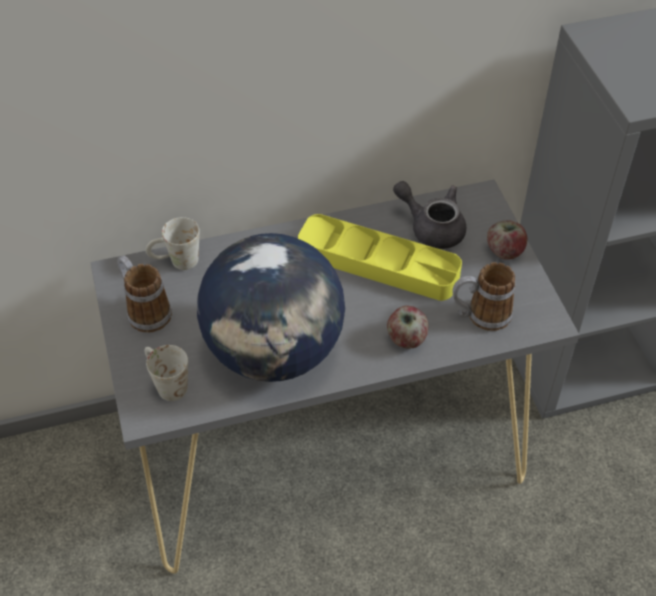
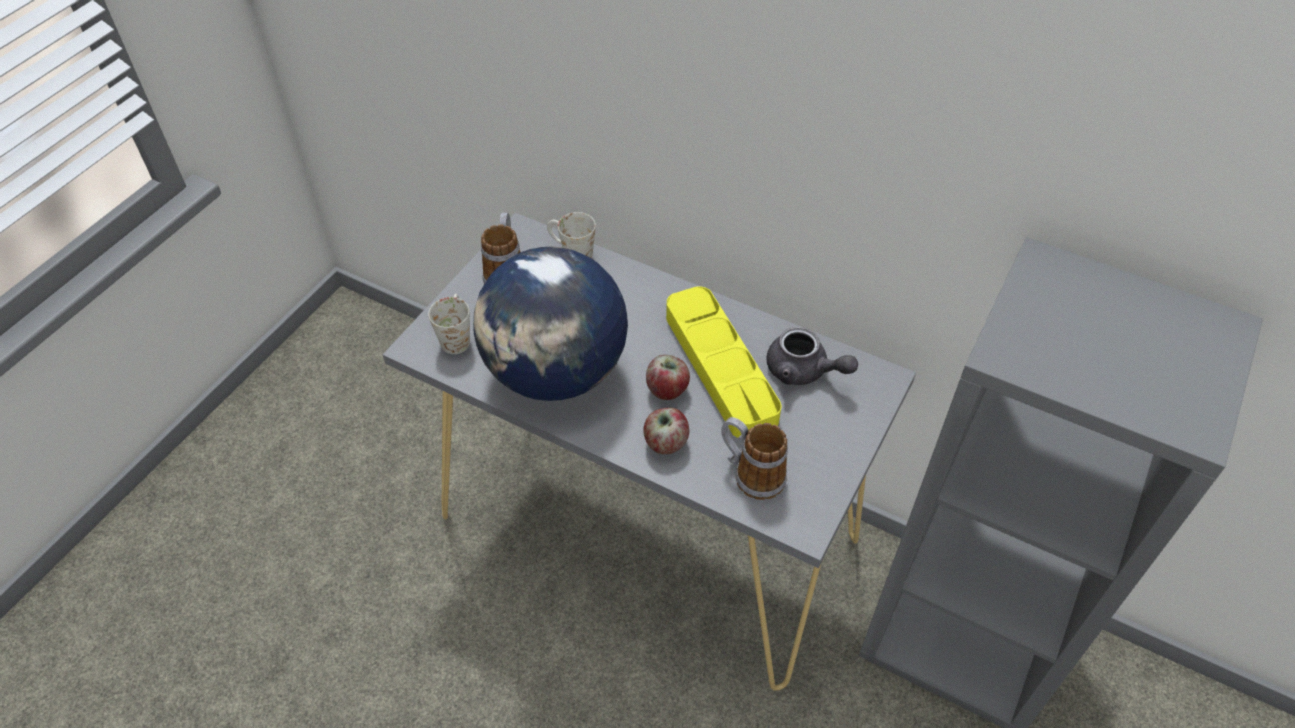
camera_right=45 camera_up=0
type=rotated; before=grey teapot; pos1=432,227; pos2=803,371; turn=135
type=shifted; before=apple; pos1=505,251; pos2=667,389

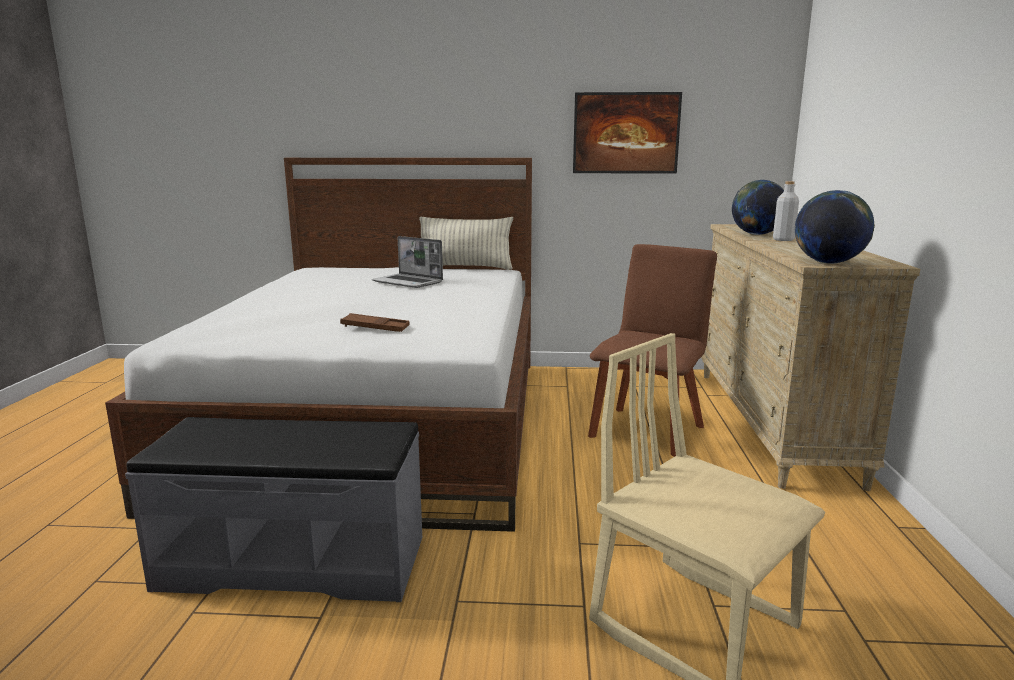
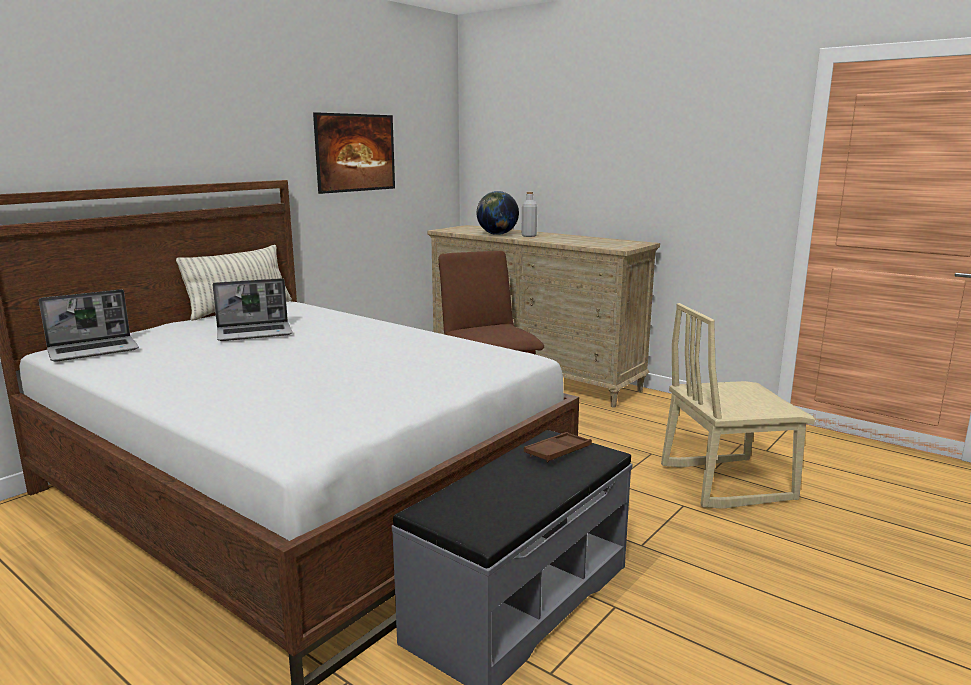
camera_right=-55 camera_up=0
type=shifted; before=brown tray; pos1=375,328; pos2=558,452
type=gone; before=globe; pos1=828,263
type=new; after=laptop; pos2=94,350

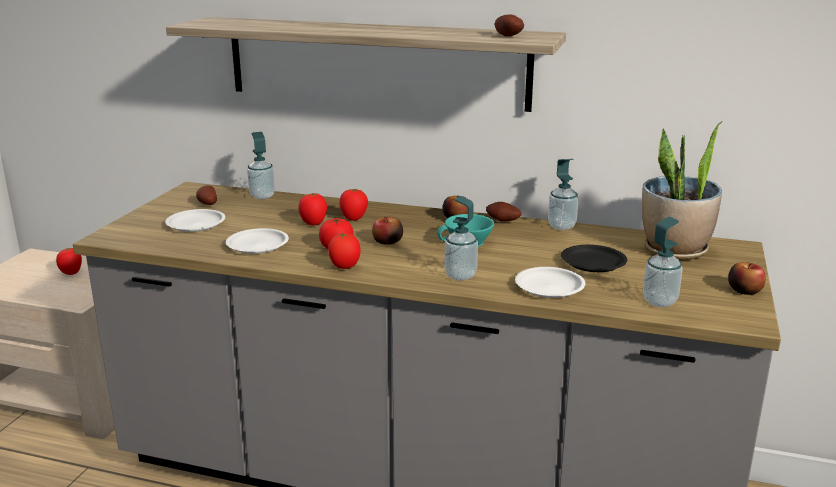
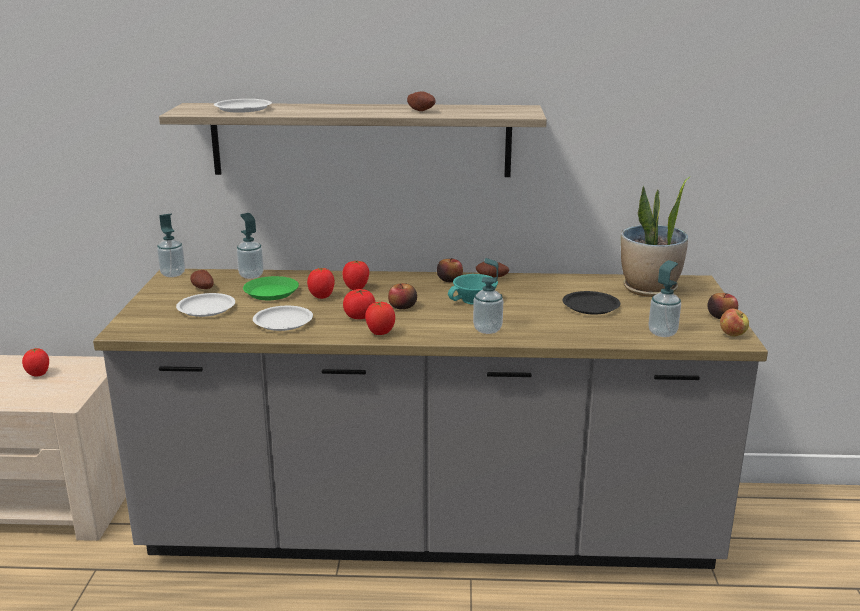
camera_right=-15 camera_up=0
type=shifted; before=potato; pos1=509,36; pos2=421,110
type=shifted; before=white plate; pos1=549,287; pos2=242,109
type=shifted; before=soap dispenser; pos1=561,226; pos2=173,274
type=new; after=green plate; pos2=271,292
type=new; after=apple; pos2=732,335

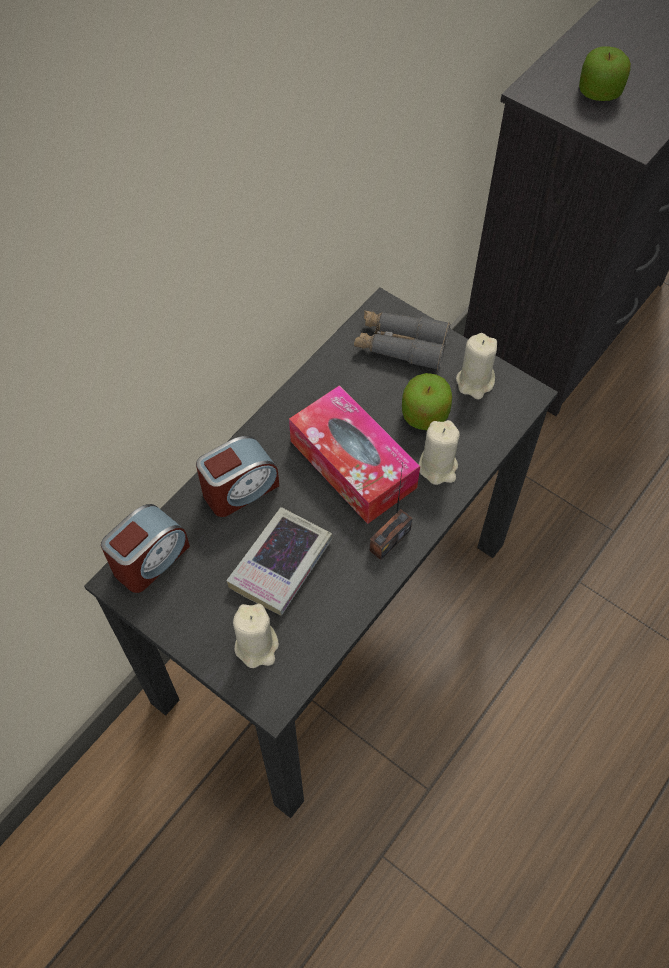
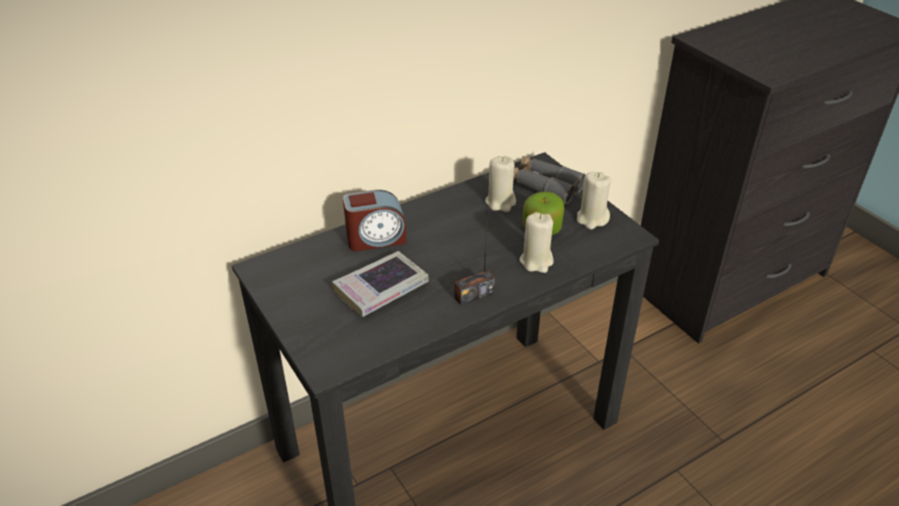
camera_right=20 camera_up=-20
type=gone; before=alarm clock; pos1=150,559
type=shifted; before=beige candle; pos1=257,646; pos2=500,202
type=gone; before=tissue box; pos1=353,464
type=gone; before=apple; pos1=599,92

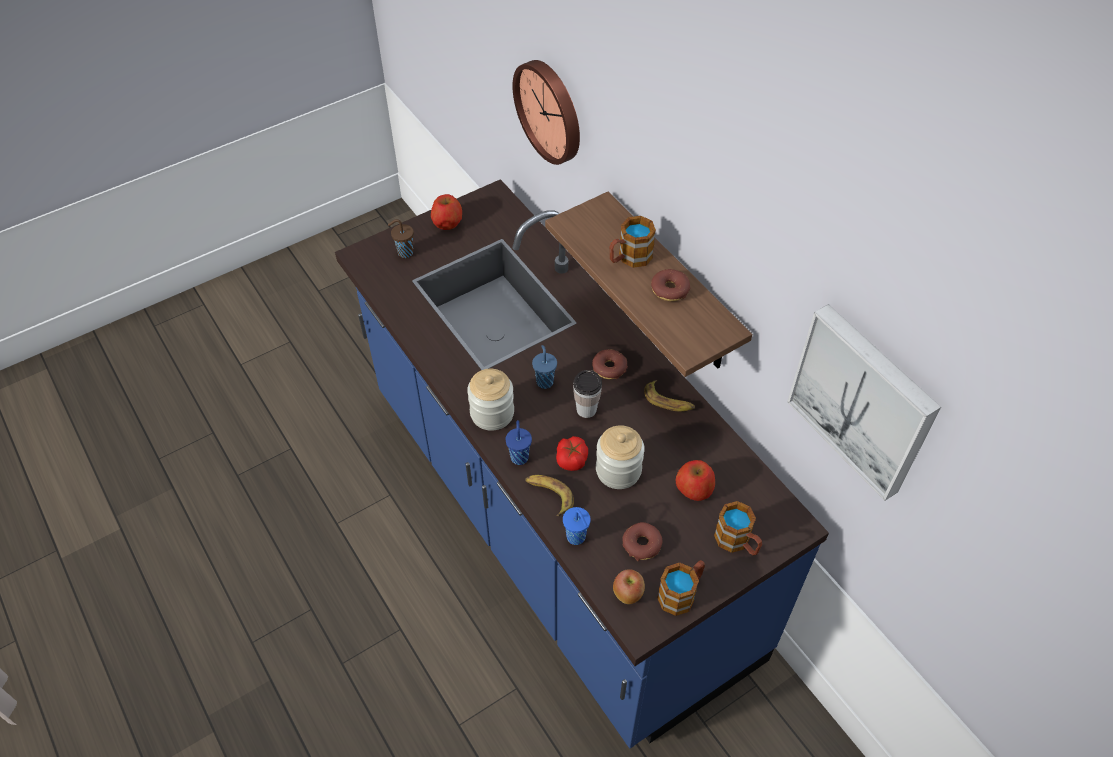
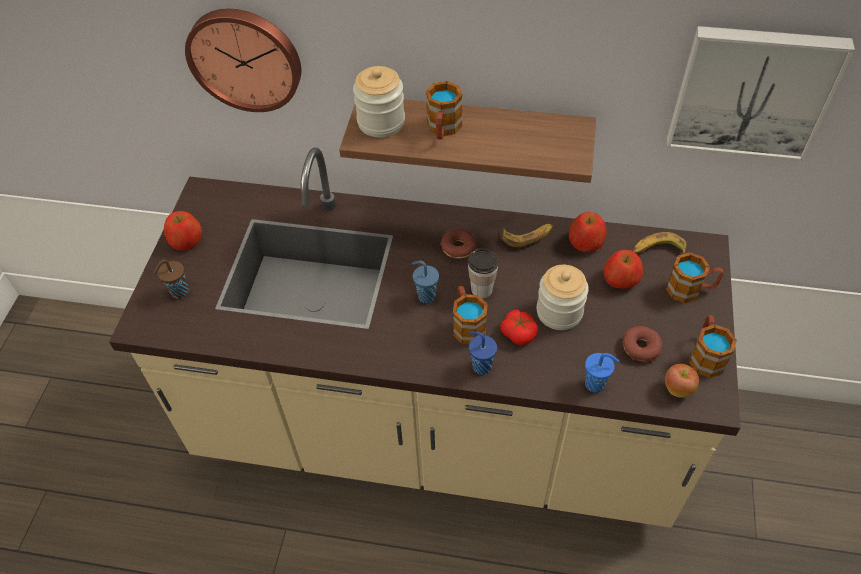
camera_right=-45 camera_up=0
type=repainted; before=blue counter; after=beige counter; pos1=556,524; pos2=436,431
type=shifted; before=jar; pos1=492,413; pos2=381,122
type=shifted; before=banana; pos1=549,495; pos2=658,250
type=gone; before=donut; pos1=669,290
type=new; after=mug; pos2=467,324
type=new; after=apple; pos2=586,242

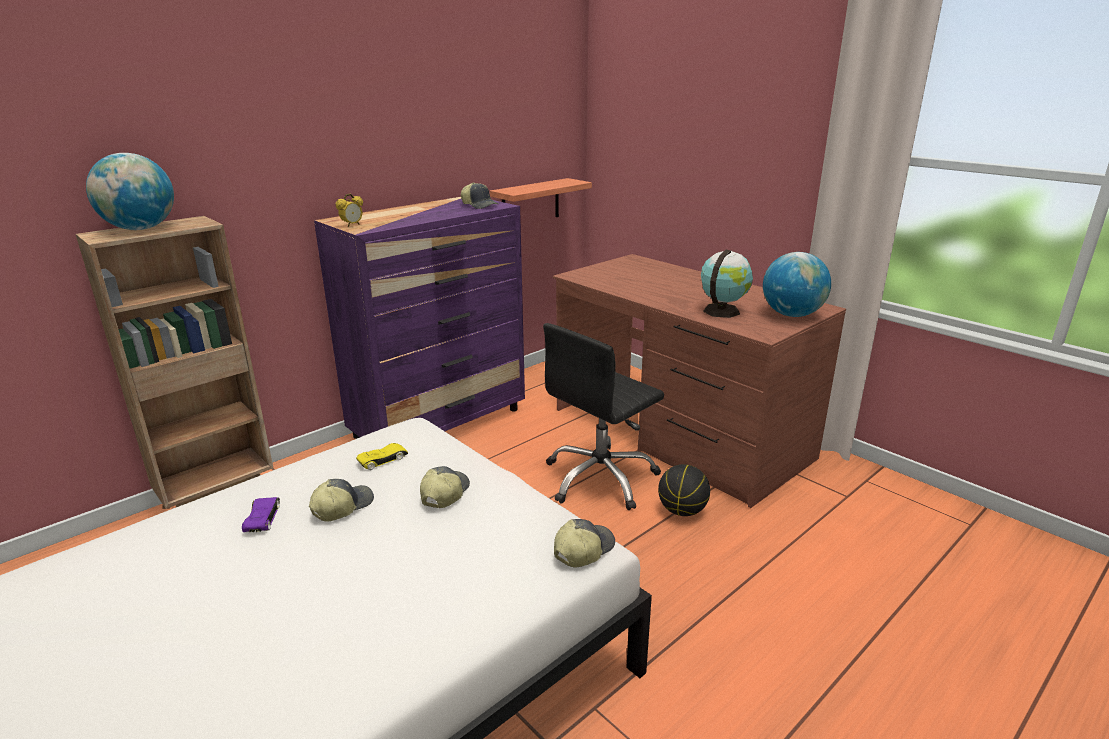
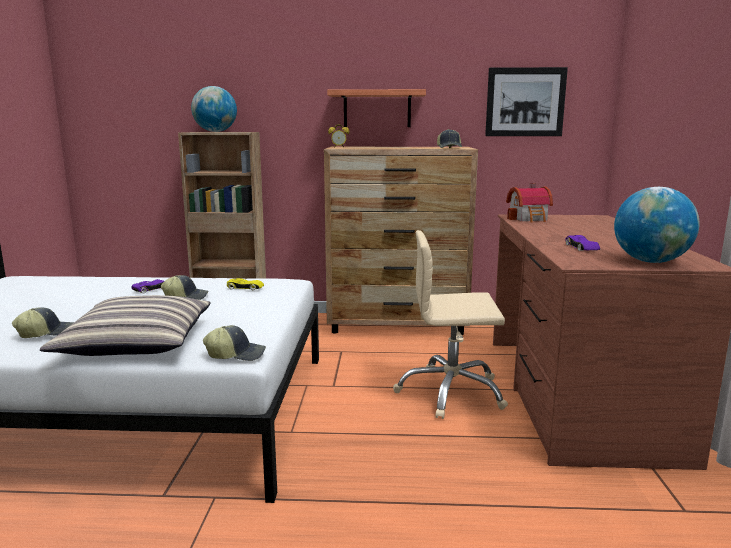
camera_right=45 camera_up=-10
type=repainted; before=purple dresser; after=brown dresser; pos1=440,423; pos2=398,325
type=shifted; before=cap; pos1=444,493; pos2=47,333
type=shifted; before=shelf; pos1=530,203; pos2=377,109
type=repainted; before=black office chair; after=beige office chair; pos1=600,478; pos2=451,392
type=gone; before=basketball; pos1=682,511
type=swapped; before=globe; after=purple toy car; pos1=722,310; pos2=582,248
type=new; after=pillow; pos2=136,342
type=new; after=picture; pos2=525,102
type=new; after=toy house; pos2=530,219

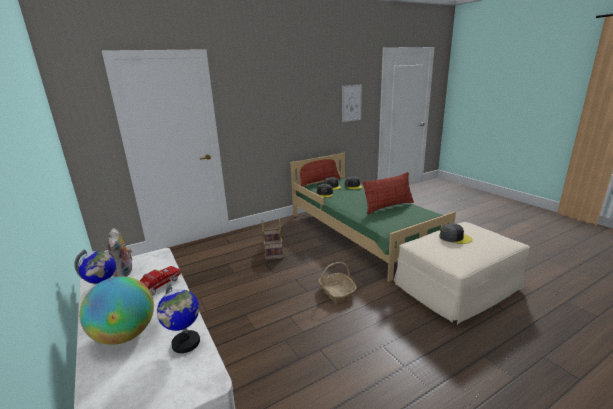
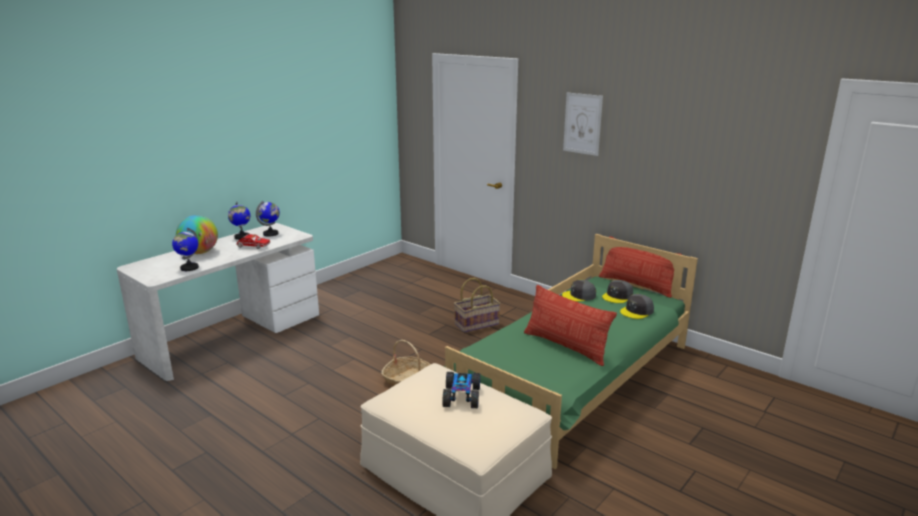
camera_right=70 camera_up=0
type=swapped; before=plush toy; after=globe; pos1=125,273; pos2=271,234
type=shifted; before=picture; pos1=351,103; pos2=582,124
type=swapped; before=grey cap; after=toy car; pos1=454,237; pos2=462,396

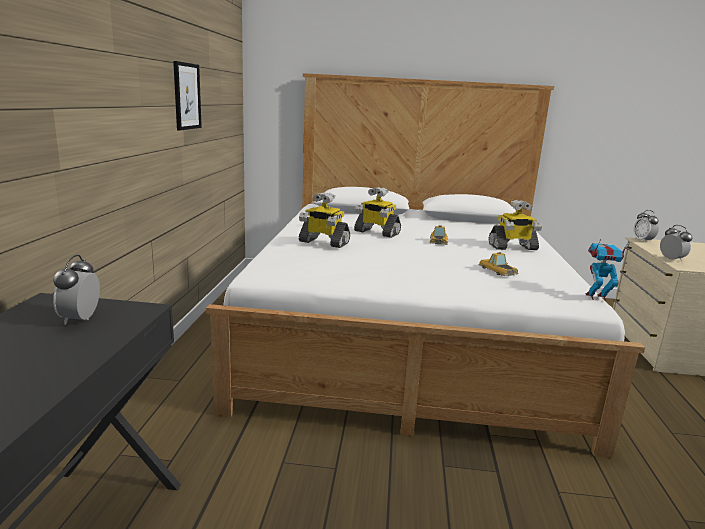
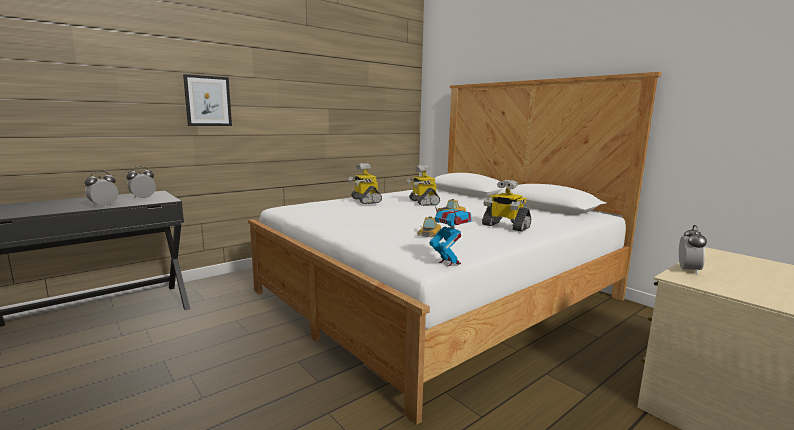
camera_right=45 camera_up=-5
type=shifted; before=picture; pos1=186,96; pos2=208,101
type=shifted; before=alarm clock; pos1=643,240; pos2=104,206

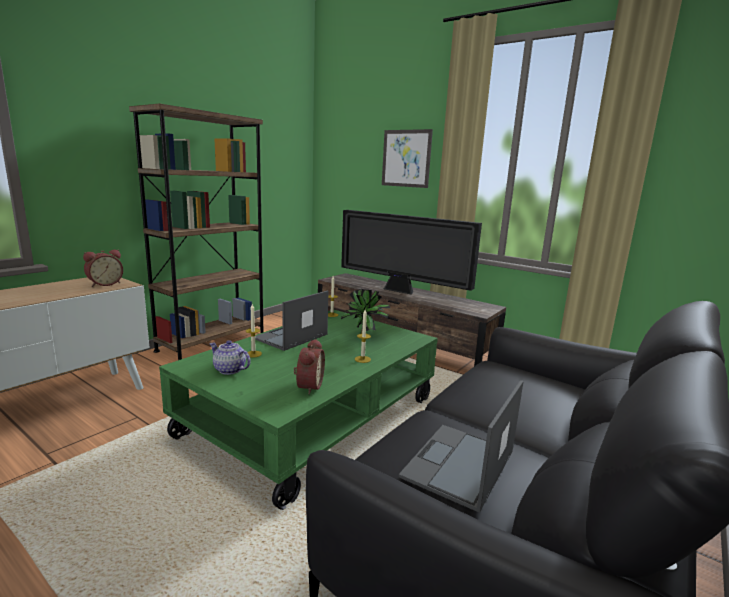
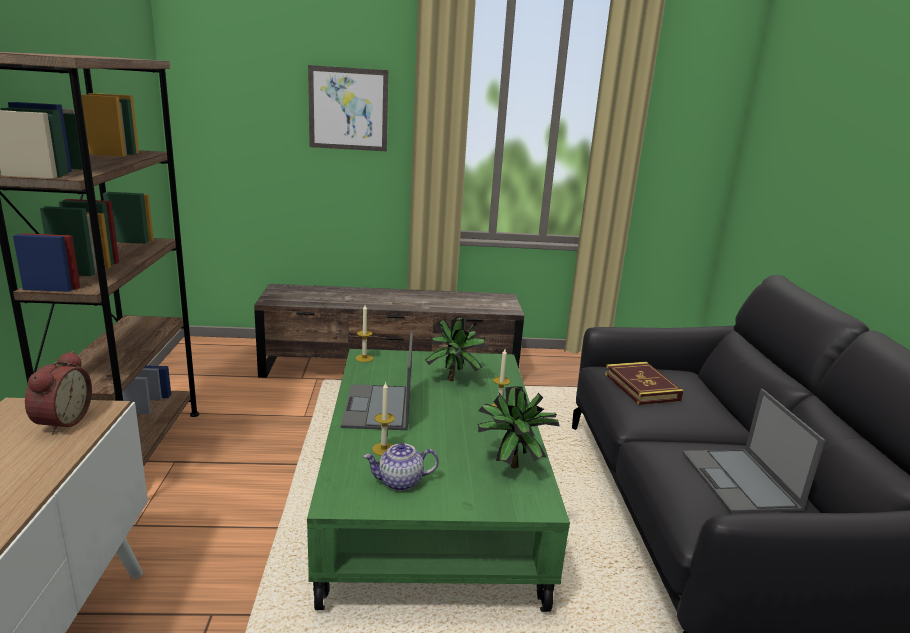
camera_right=-40 camera_up=5
type=swapped; before=alarm clock; after=potted plant; pos1=308,386; pos2=510,463
type=gone; before=television; pos1=401,291
type=new; after=book; pos2=641,387

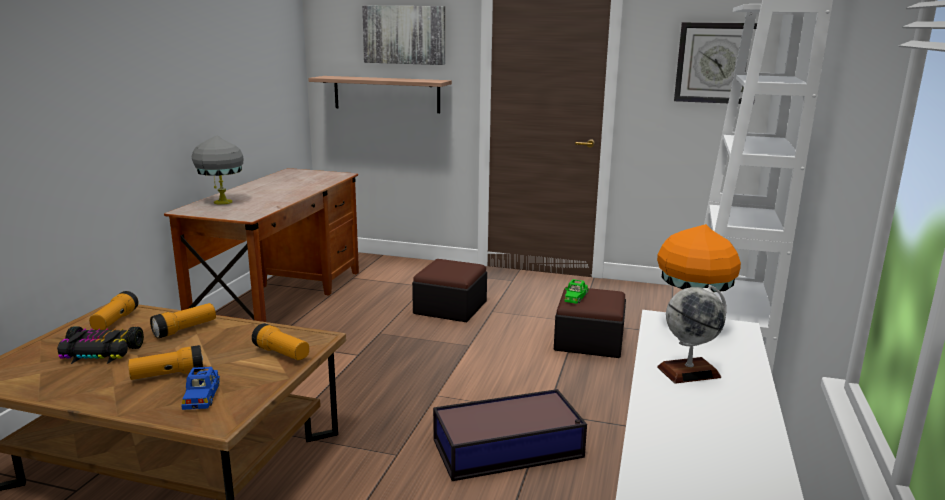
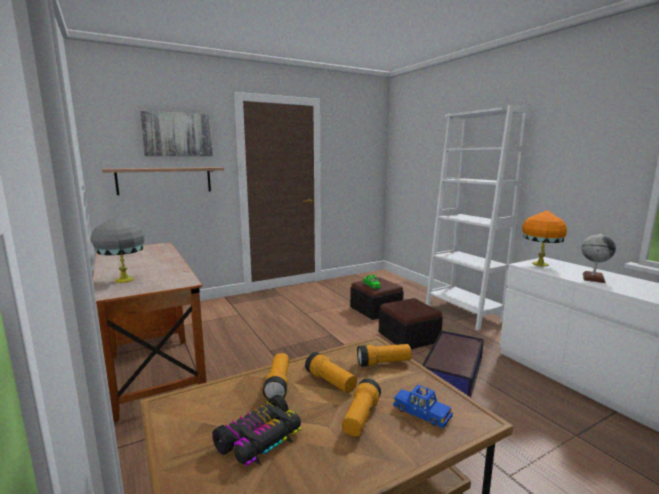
camera_right=-45 camera_up=-5
type=shifted; before=flashlight; pos1=115,321; pos2=330,382
type=shifted; before=ottoman; pos1=450,307; pos2=409,337
type=gone; before=wall clock; pos1=717,63

